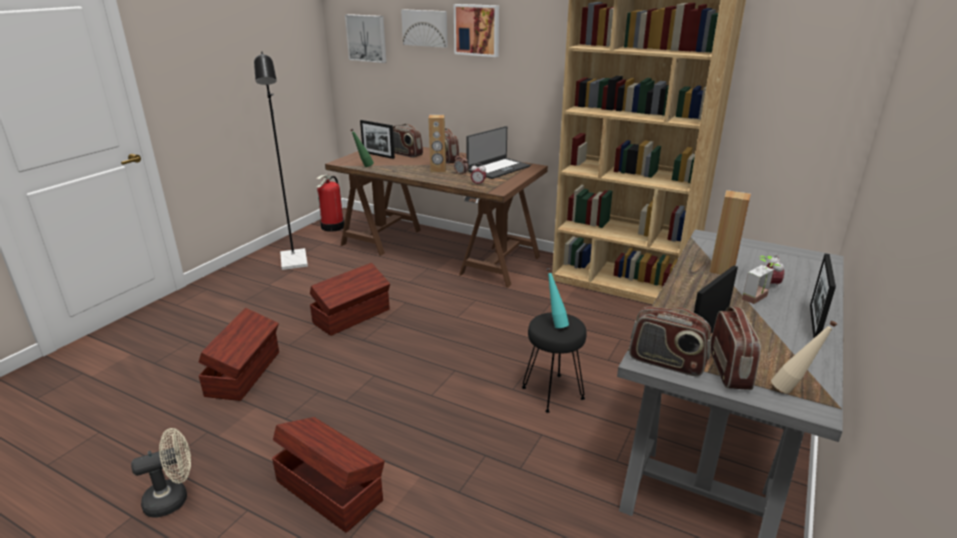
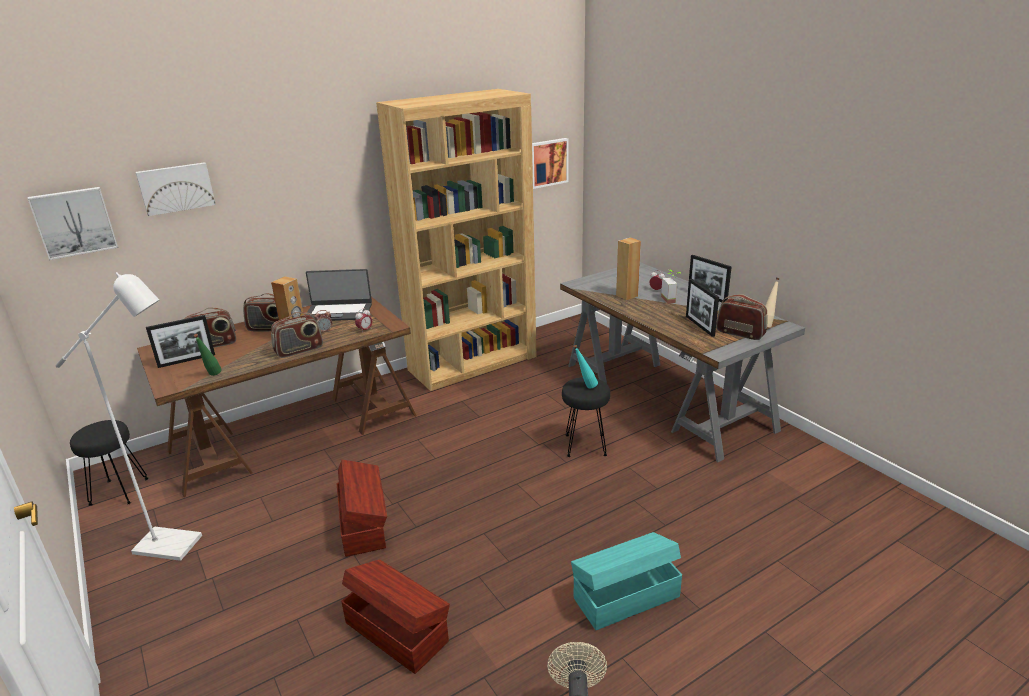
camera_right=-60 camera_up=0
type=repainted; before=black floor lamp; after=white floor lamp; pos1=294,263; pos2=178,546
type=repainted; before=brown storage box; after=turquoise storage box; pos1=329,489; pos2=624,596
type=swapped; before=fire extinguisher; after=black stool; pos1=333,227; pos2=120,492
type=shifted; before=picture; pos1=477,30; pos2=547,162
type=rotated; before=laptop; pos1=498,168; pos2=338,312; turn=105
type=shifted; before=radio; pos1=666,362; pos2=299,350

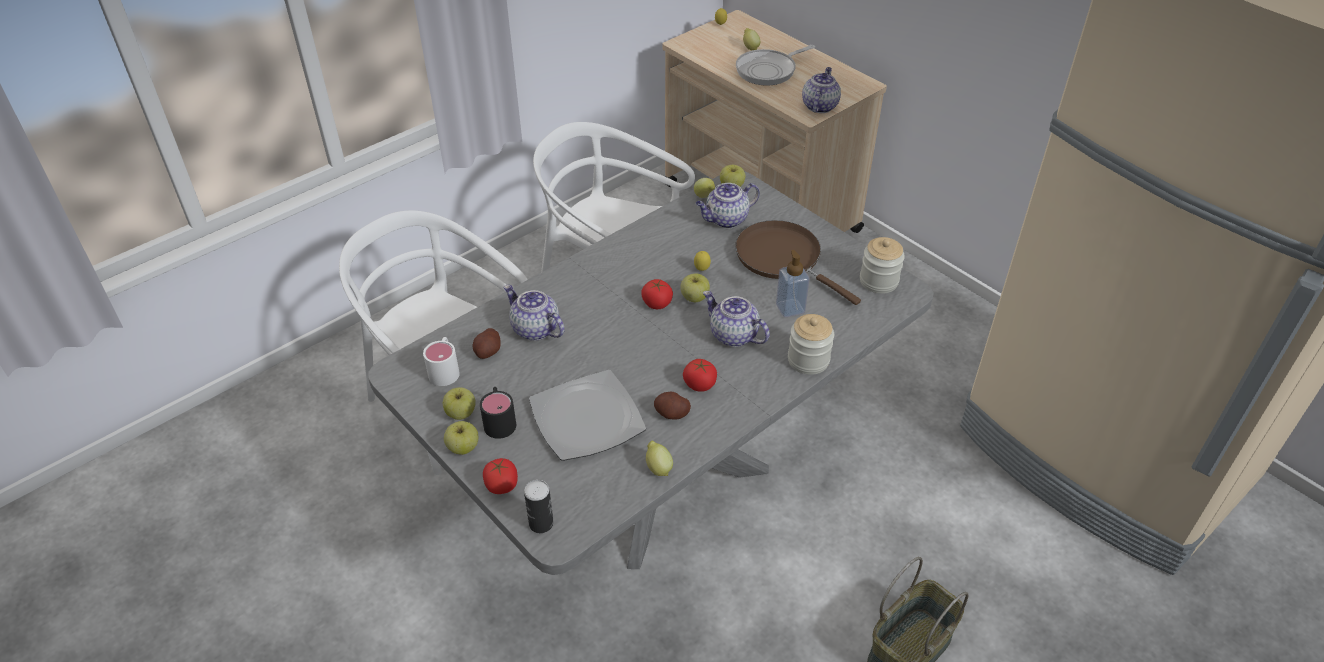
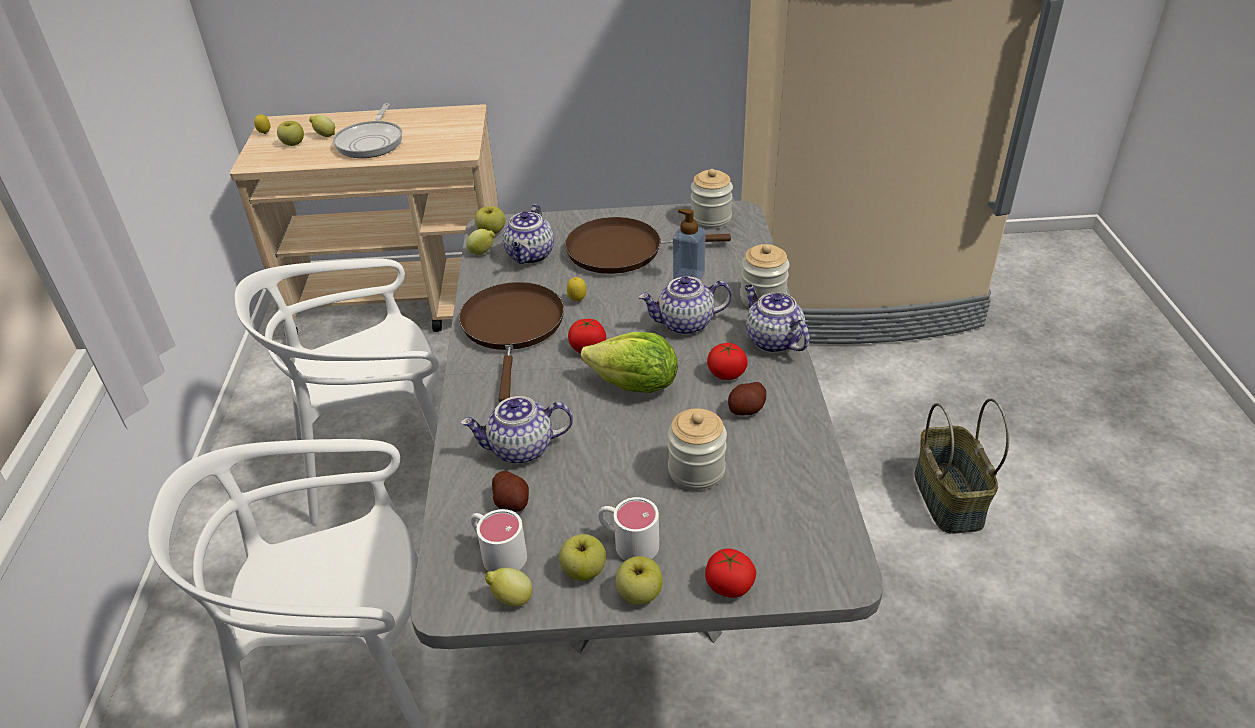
camera_right=-50 camera_up=-5
type=repainted; before=black mug; after=white mug; pos1=499,420; pos2=627,542
type=gone; before=can; pos1=541,523
type=swapped; before=plate; after=jar; pos1=588,419; pos2=696,471
type=shifted; before=lemon; pos1=658,468; pos2=511,599
type=shifted; before=apple; pos1=694,297; pos2=293,143
type=shifted; before=teapot; pos1=819,106; pos2=772,340
type=new; after=brown frying pan; pos2=513,328
type=new; after=lettuce; pos2=635,386

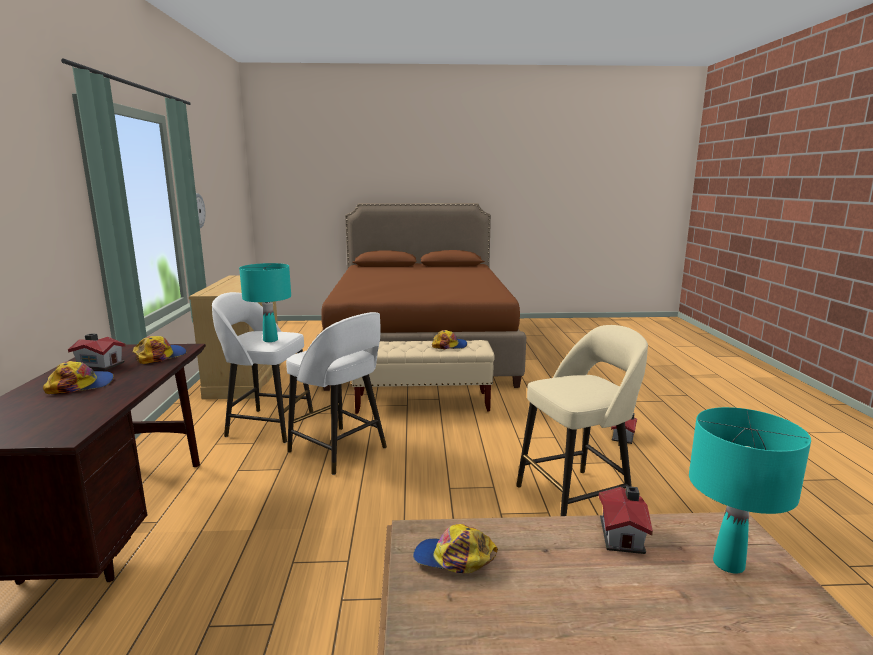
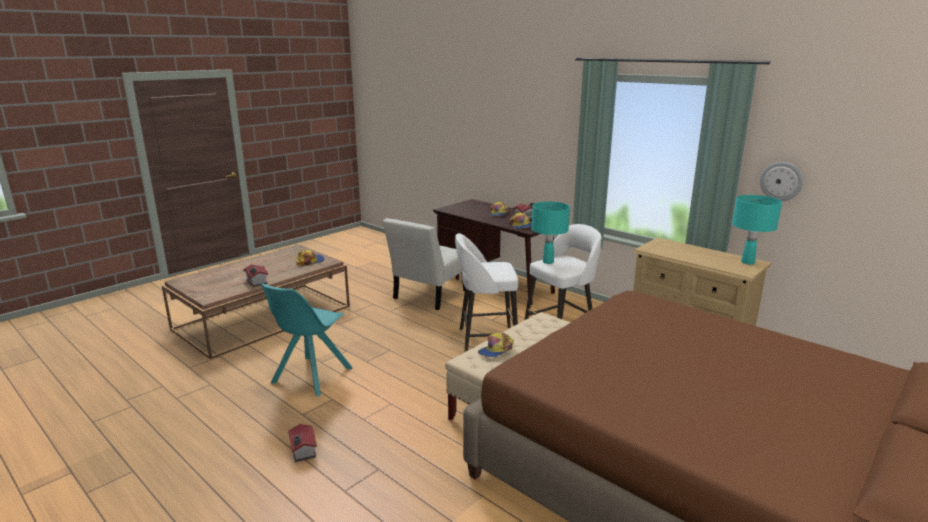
camera_right=135 camera_up=5
type=swapped; before=beige stool; after=turquoise chair; pos1=576,498; pos2=310,376
type=shifted; before=turquoise table lamp; pos1=728,564; pos2=748,262
type=new; after=white chair; pos2=428,296

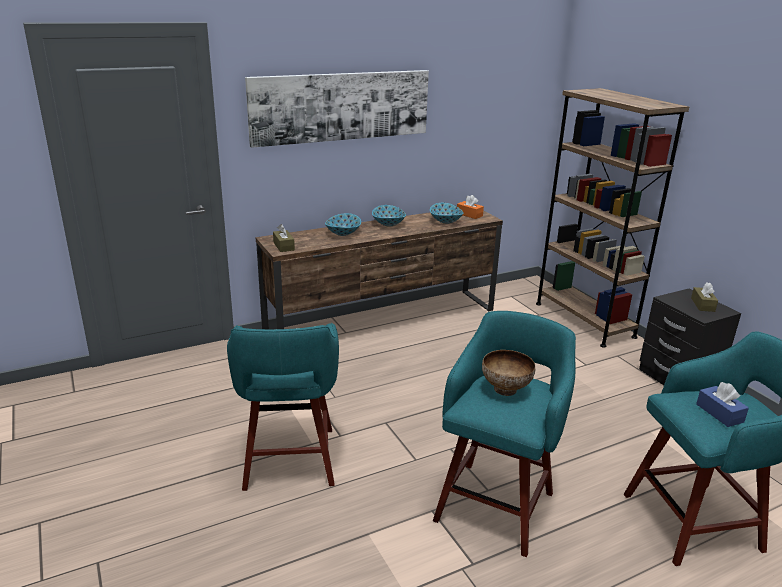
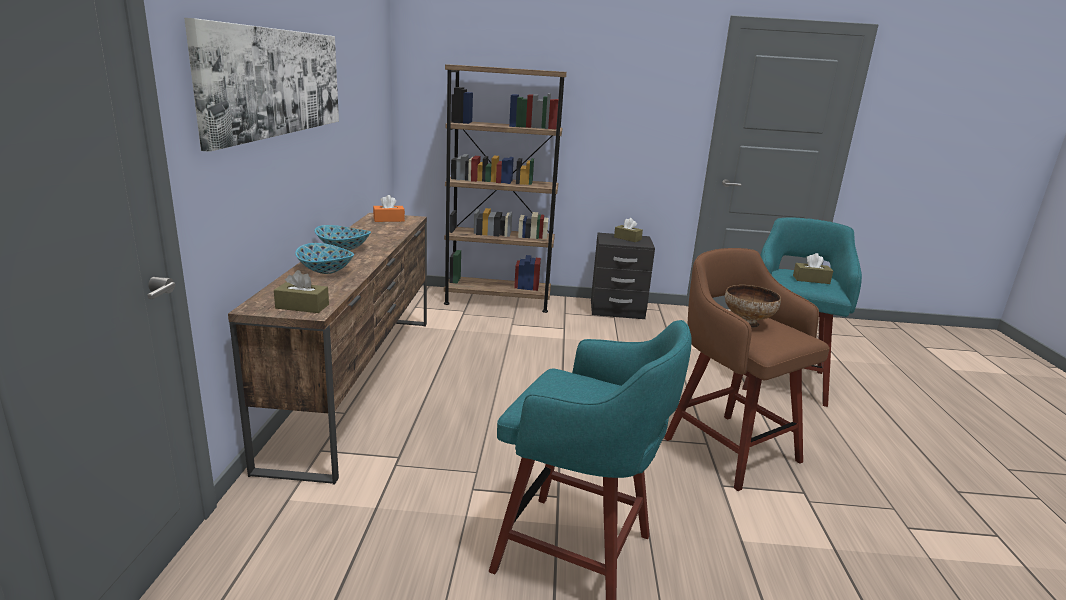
camera_right=-60 camera_up=-5
type=gone; before=bowl; pos1=446,221
type=repainted; before=turquoise stool; after=brown stool; pos1=496,504; pos2=728,447
type=repainted; before=blue tissue box; after=brown tissue box; pos1=719,413; pos2=811,279

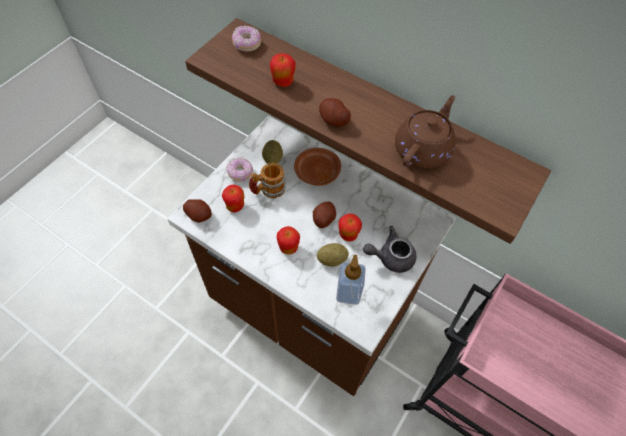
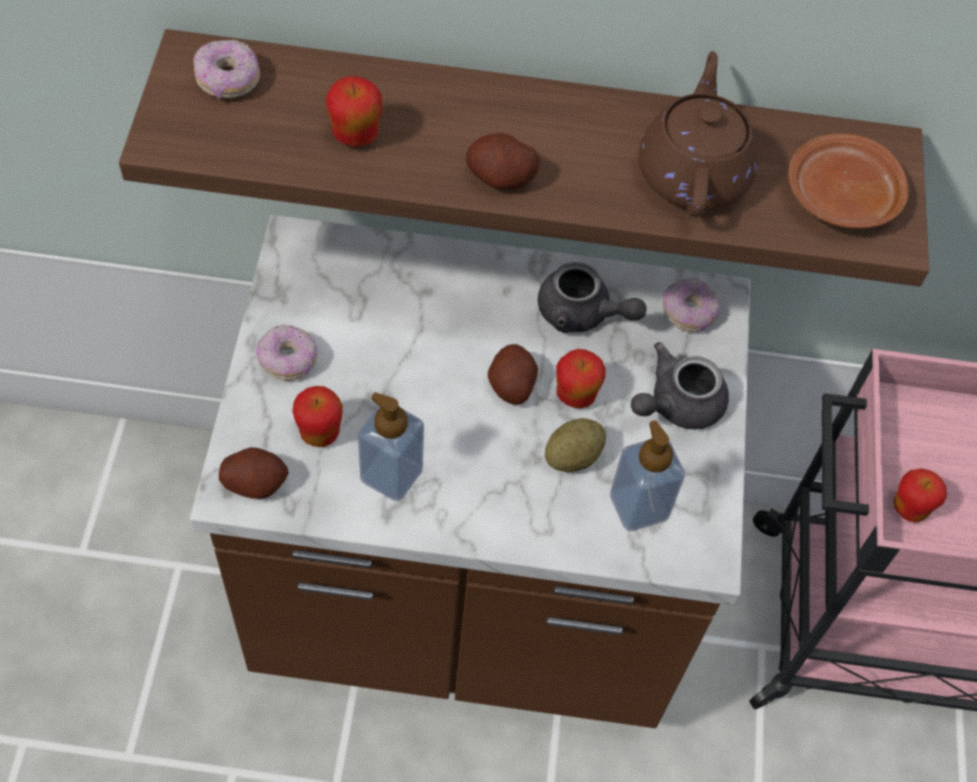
camera_right=-30 camera_up=0
type=gone; before=mug; pos1=268,190
type=gone; before=potato; pos1=272,159
type=shifted; before=apple; pos1=288,247; pos2=909,509
type=shifted; before=brown plate; pos1=316,172; pos2=841,197
type=new; after=soap dispenser; pos2=391,474
type=new; after=grey teapot; pos2=582,314
type=new; after=donut; pos2=688,313

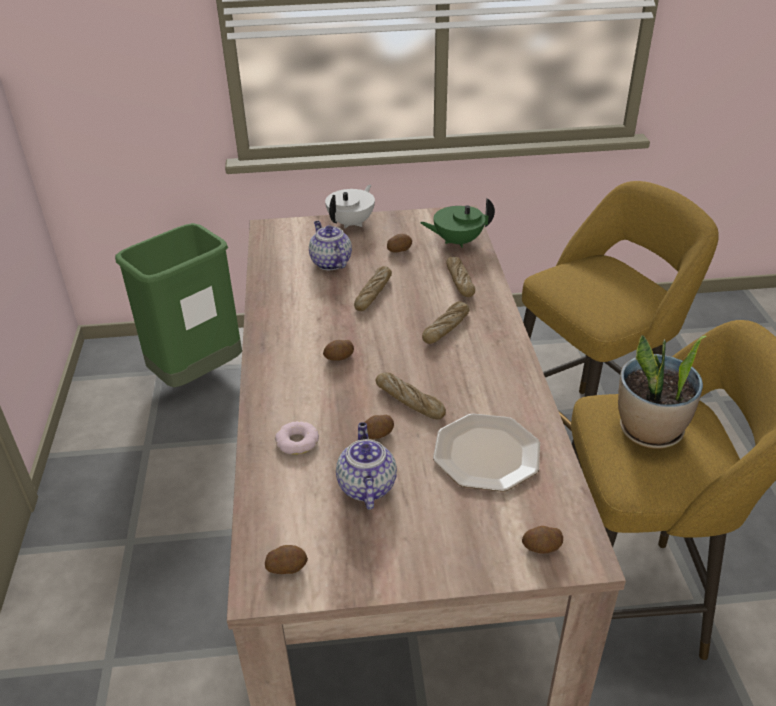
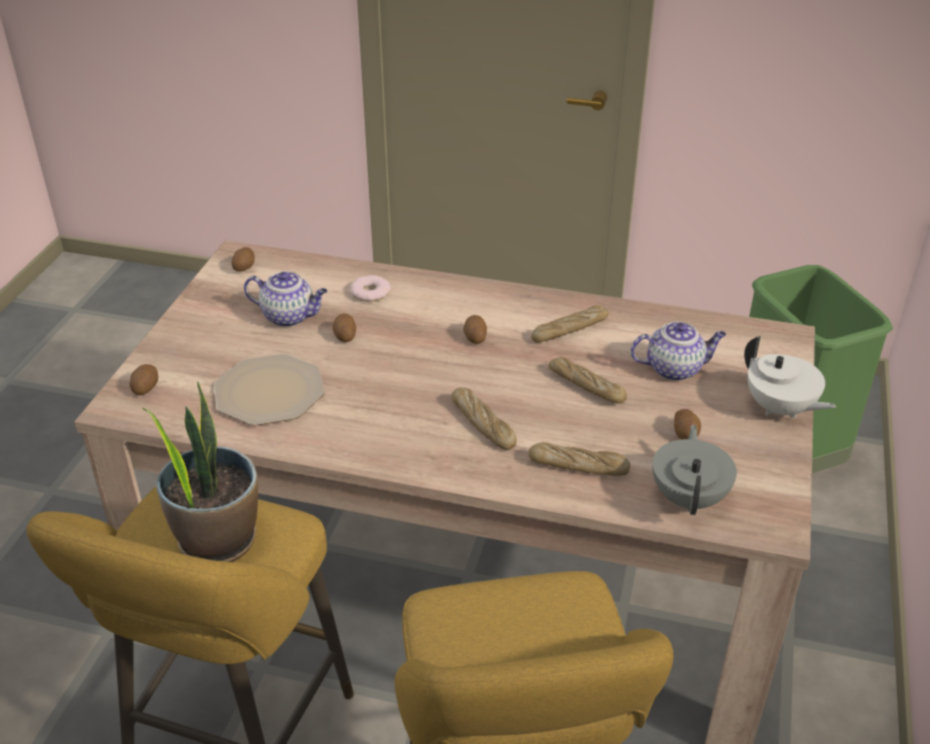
camera_right=110 camera_up=0
type=shifted; before=bread; pos1=409,401; pos2=569,330
type=repainted; before=green teapot; after=grey teapot; pos1=457,241; pos2=689,497

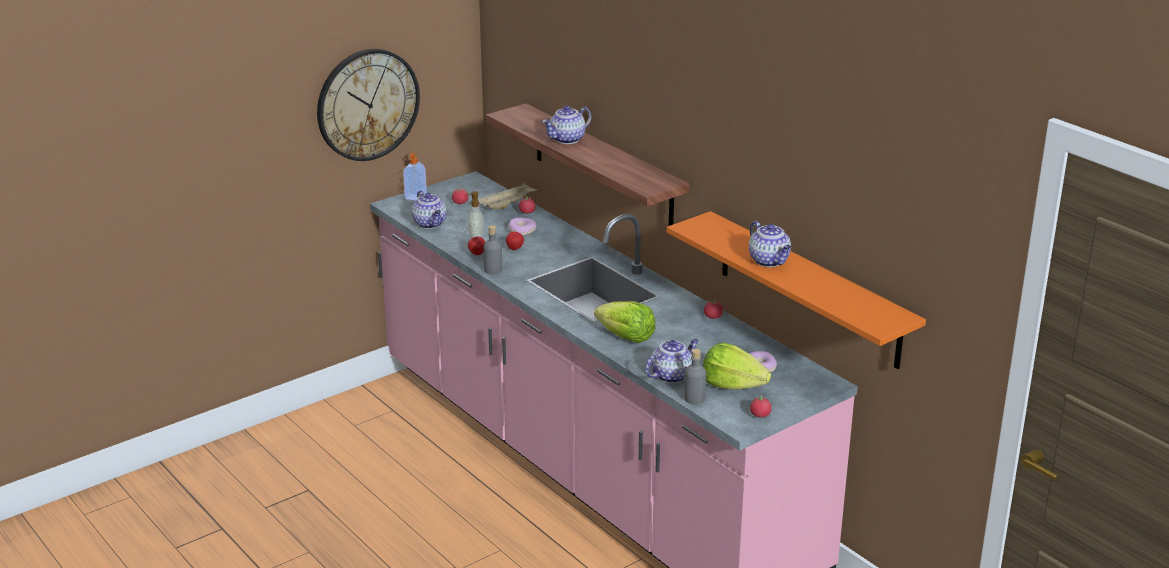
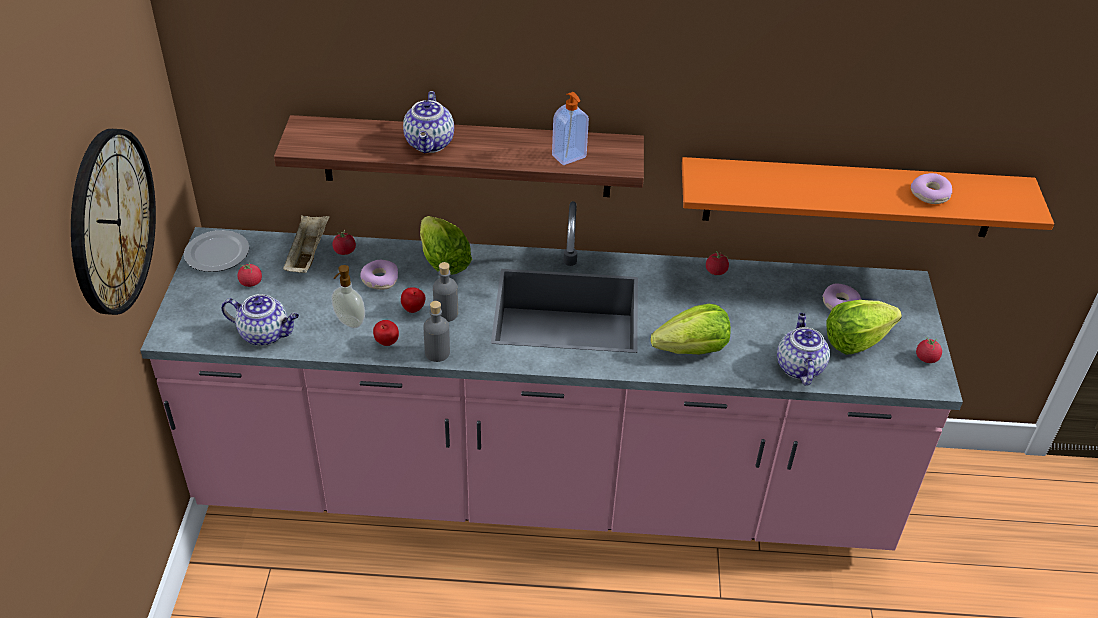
camera_right=-50 camera_up=15
type=shifted; before=soap dispenser; pos1=415,198; pos2=569,157
type=shifted; before=grey bottle; pos1=694,399; pos2=446,313
type=gone; before=teapot; pos1=769,261
type=new; after=plate; pos2=216,254
type=new; after=lettuce; pos2=443,261
type=new; after=donut; pos2=930,195

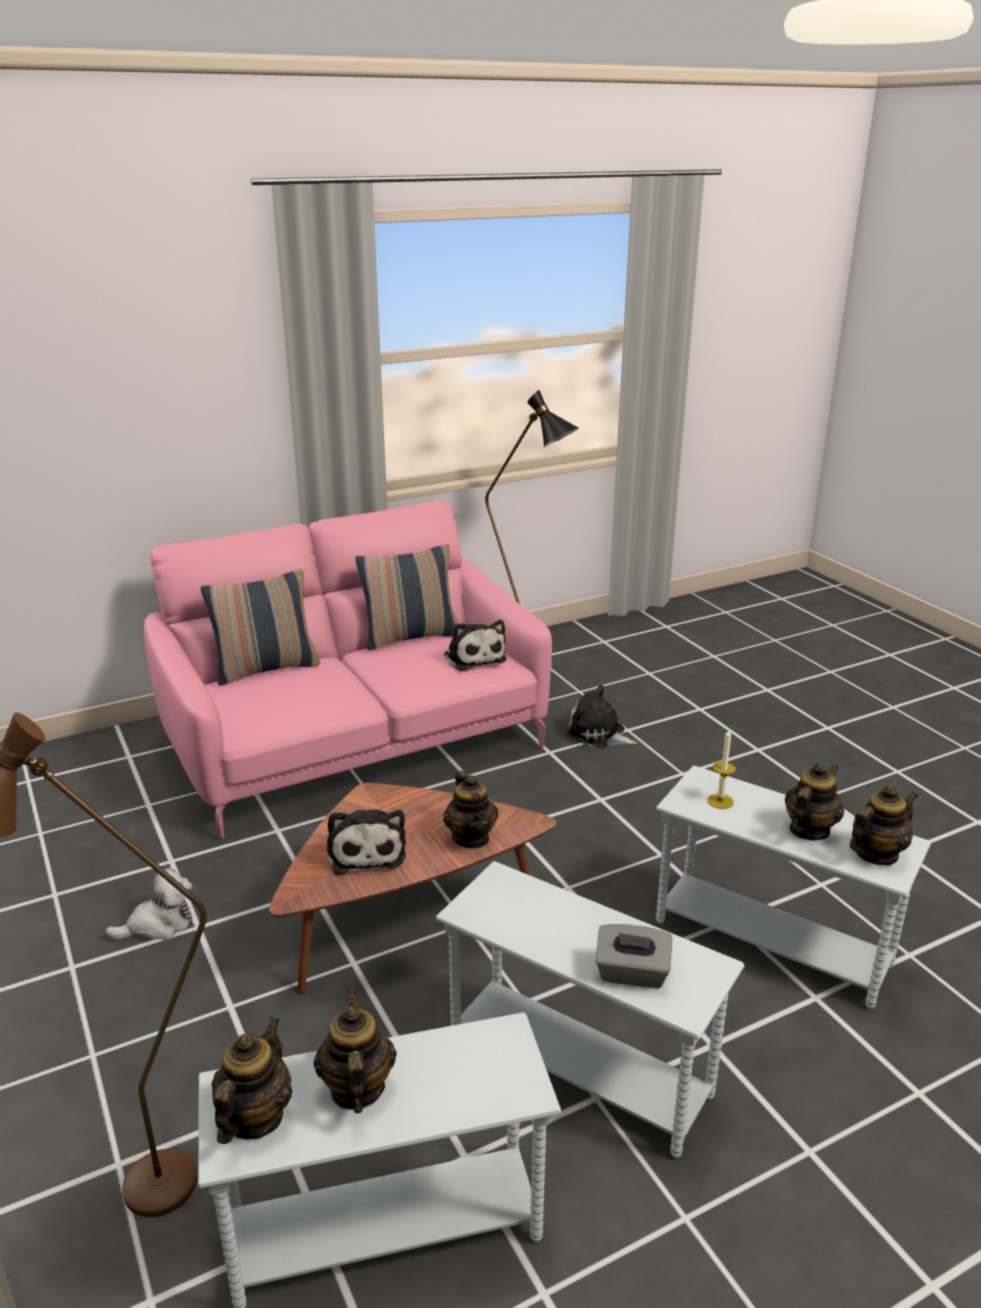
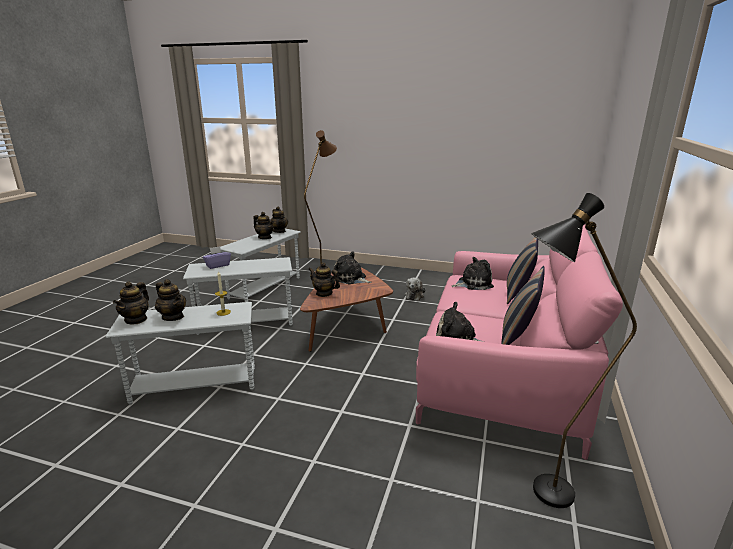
camera_right=135 camera_up=-5
type=shifted; before=plush toy; pos1=598,734; pos2=473,283
type=repainted; before=grey tissue box; after=purple tissue box; pos1=632,974; pos2=217,265
type=rotated; before=teapot; pos1=809,830; pos2=173,317; turn=-45

